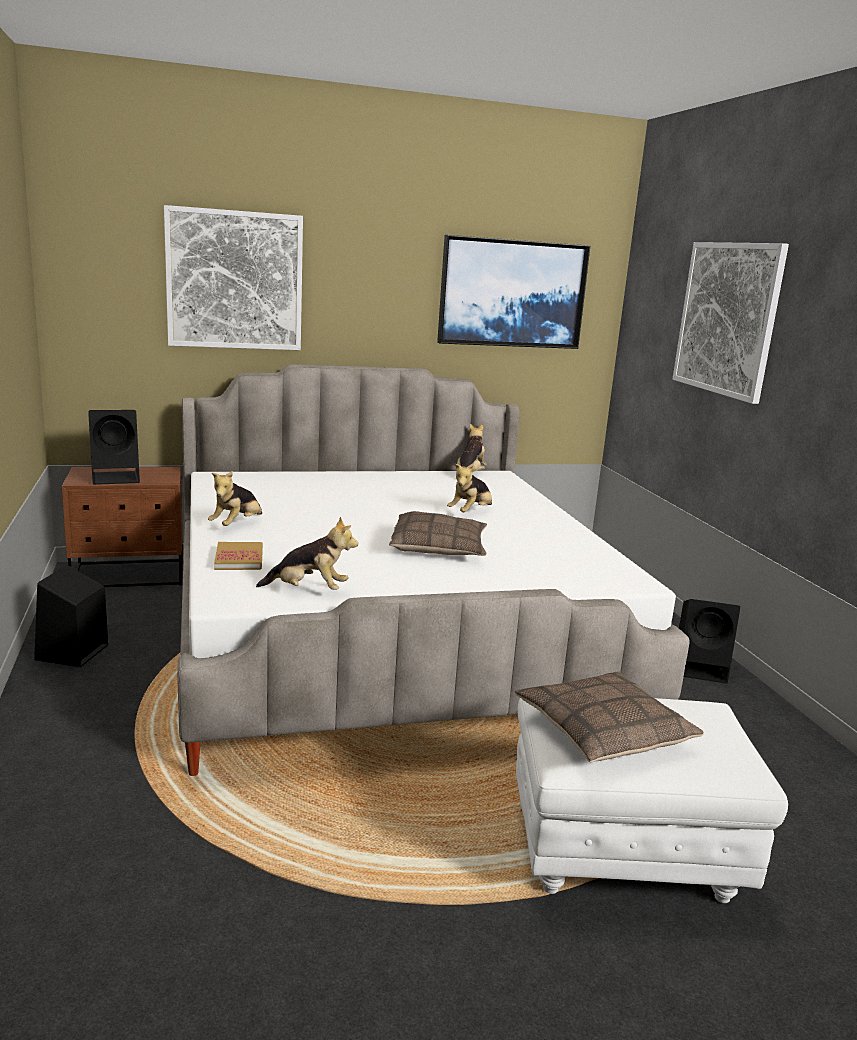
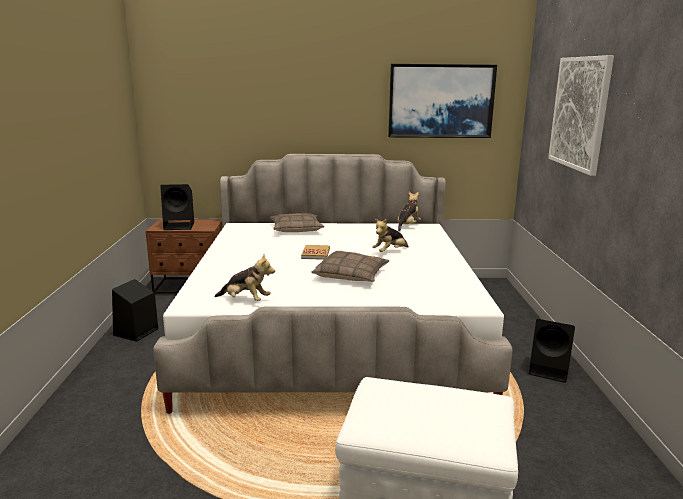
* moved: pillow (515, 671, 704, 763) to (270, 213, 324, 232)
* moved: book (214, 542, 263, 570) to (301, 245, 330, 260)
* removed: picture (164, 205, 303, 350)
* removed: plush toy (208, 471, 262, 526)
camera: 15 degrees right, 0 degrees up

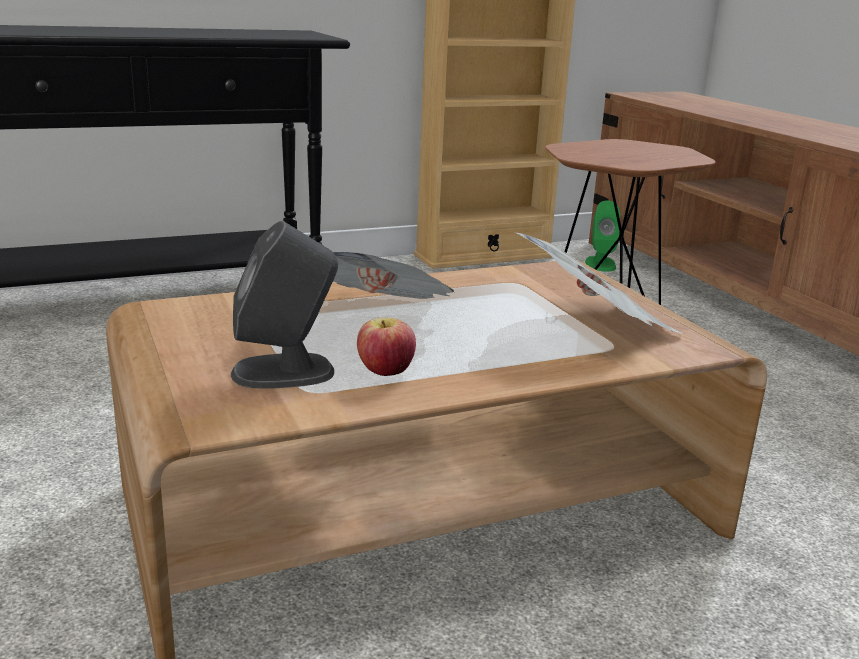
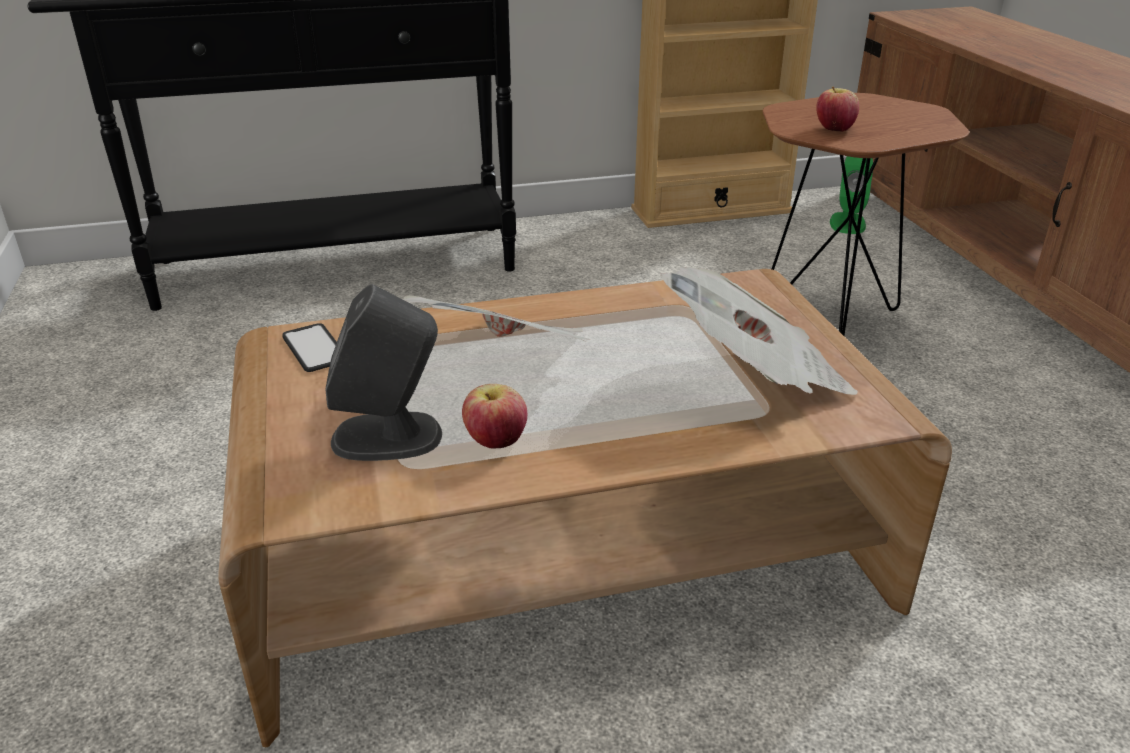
* added: phone (282, 323, 337, 372)
* added: apple (816, 87, 859, 132)
camera: 10 degrees right, 10 degrees up

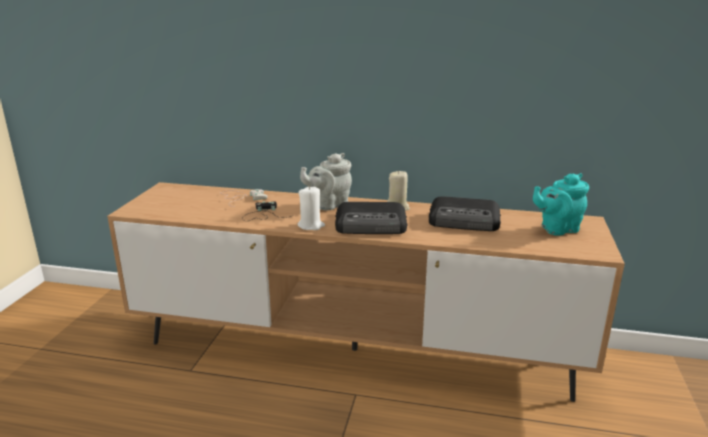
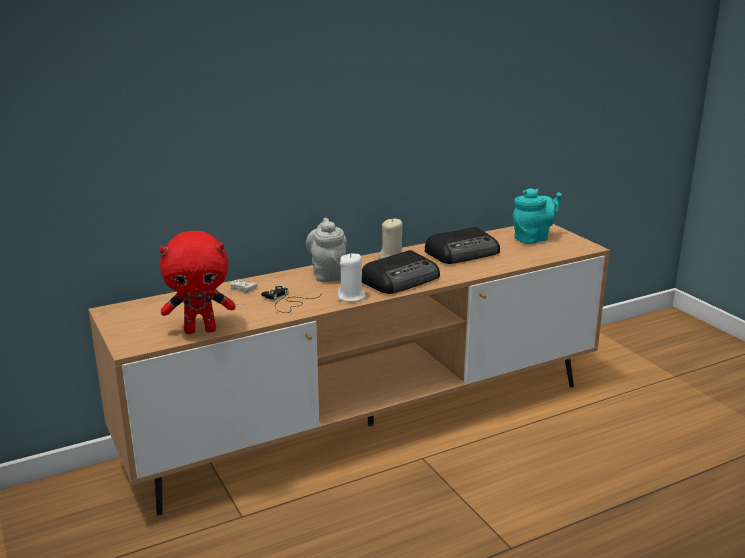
* added: red plush toy (160, 231, 236, 334)
* turned: grey teapot (300, 153, 352, 210) = (306, 218, 347, 282) 150 degrees clockwise
* turned: turquoise teapot (533, 173, 589, 236) = (513, 188, 562, 244) 150 degrees counterclockwise
camera: 40 degrees left, 0 degrees up

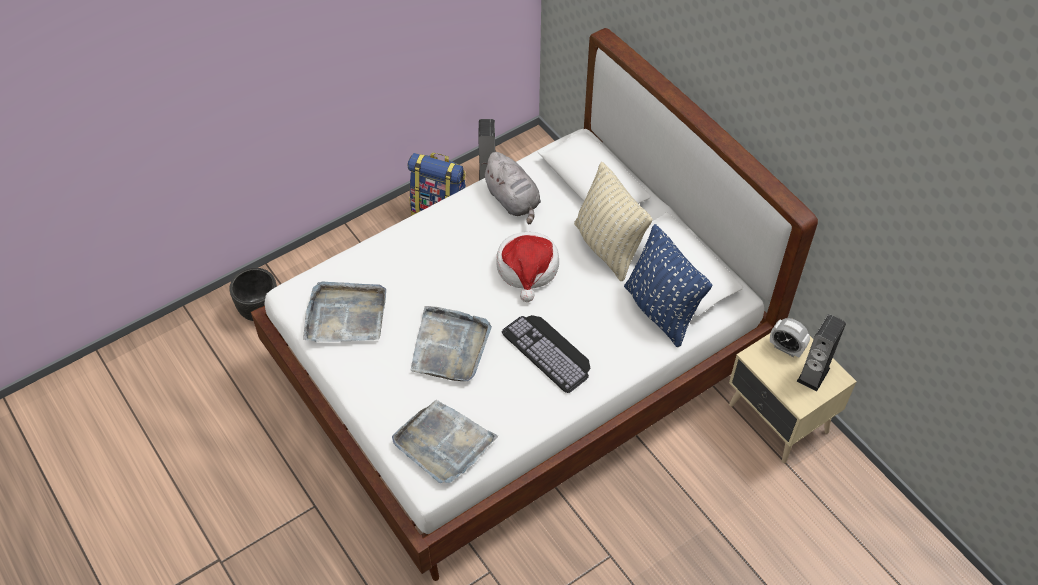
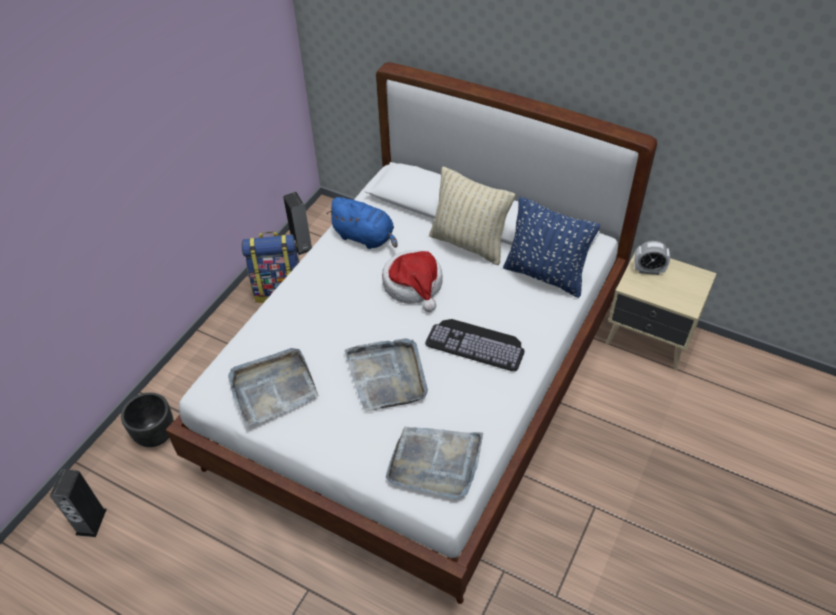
* moved: speaker (797, 314, 846, 392) to (50, 469, 107, 537)
* recoloured: grey plush toy (481, 152, 541, 224) to blue plush toy (327, 197, 397, 249)
camera: 25 degrees left, 5 degrees down

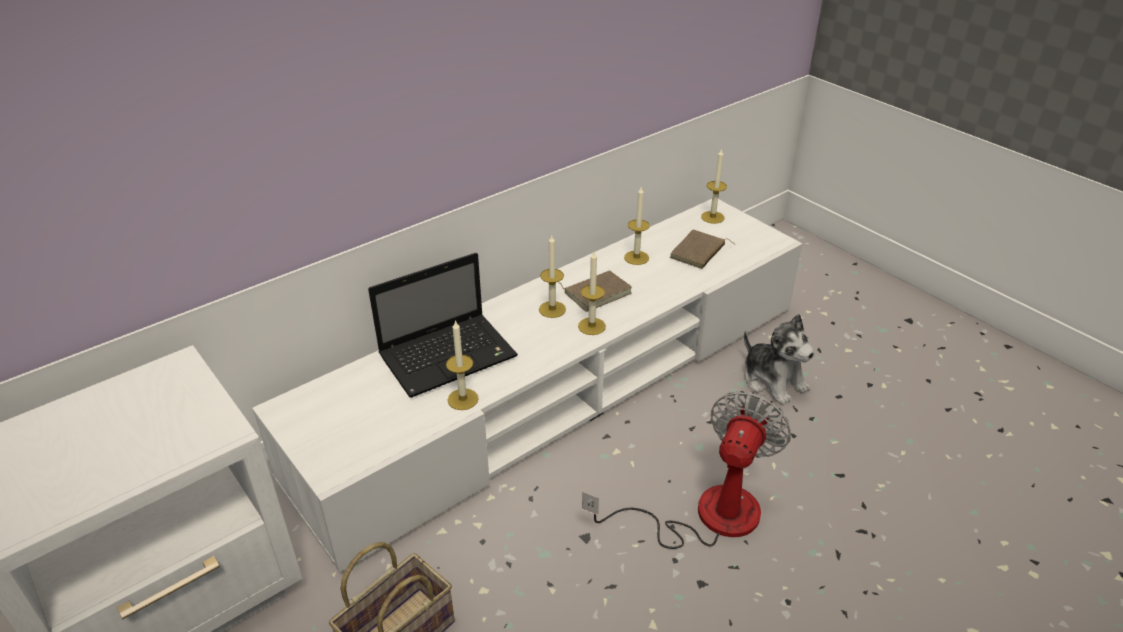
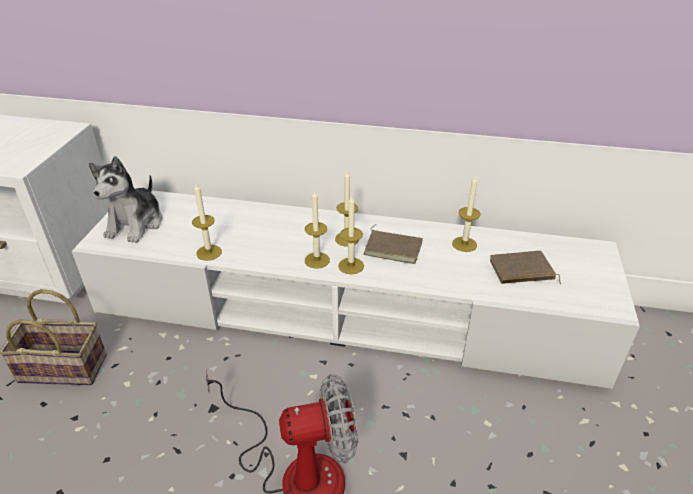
* moved: plush toy (744, 314, 815, 405) to (89, 156, 162, 243)
* moved: candle (701, 148, 727, 224) to (305, 190, 330, 269)
* removed: laptop (368, 253, 518, 398)
camera: 50 degrees right, 0 degrees up

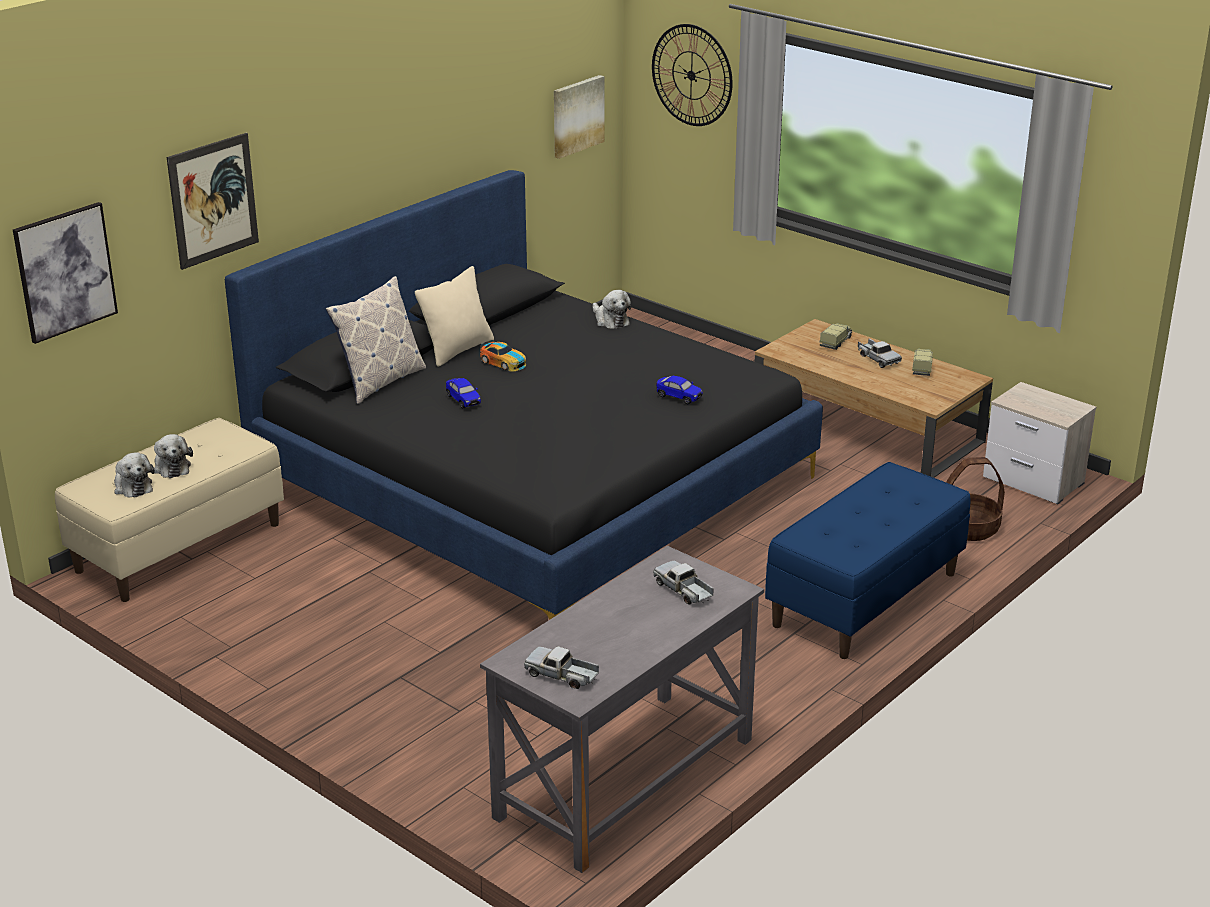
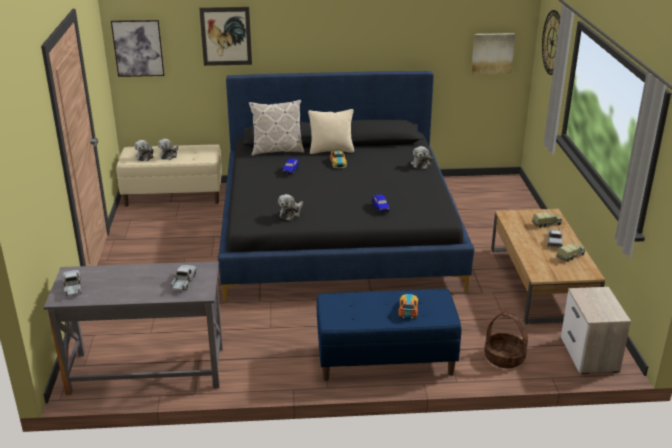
* added: plush toy (278, 194, 303, 221)
* added: toy car (398, 294, 419, 319)
camera: 45 degrees right, 0 degrees up

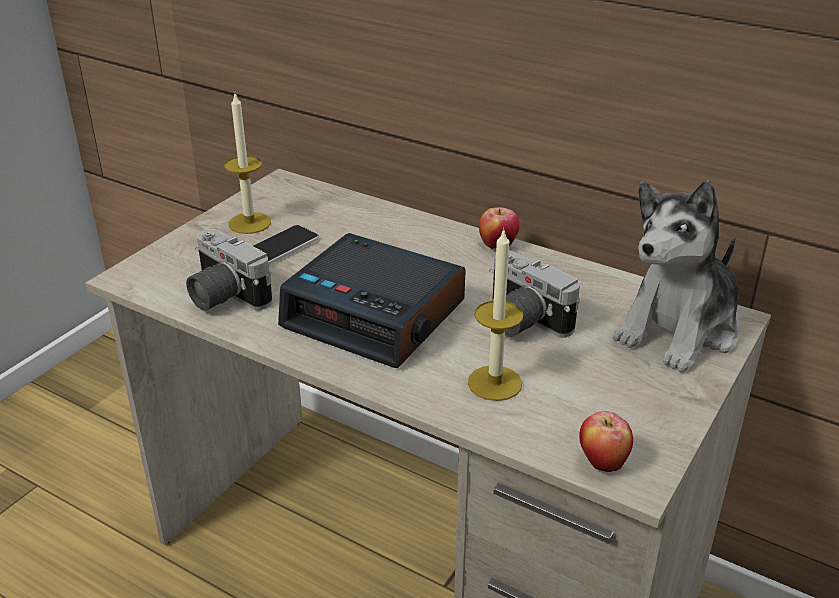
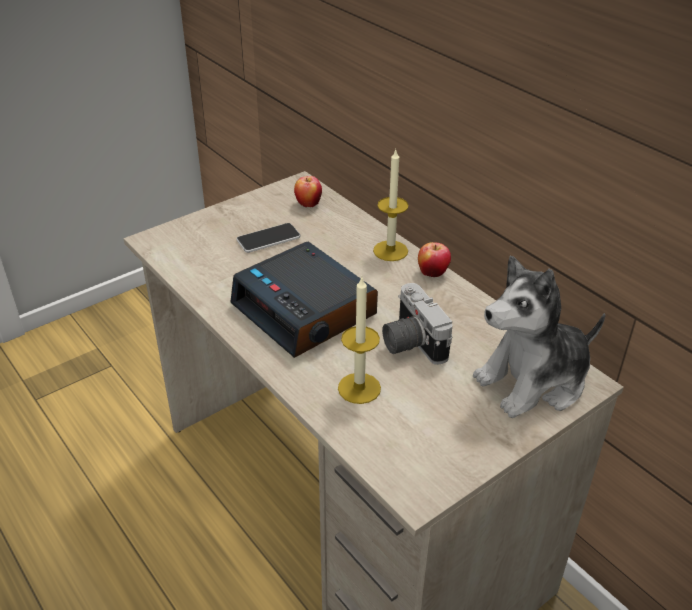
* moved: apple (579, 411, 633, 472) to (294, 176, 322, 207)
* moved: candle (224, 94, 271, 234) to (373, 150, 409, 261)
* removed: photo camera (186, 229, 273, 311)
camera: 20 degrees right, 5 degrees up

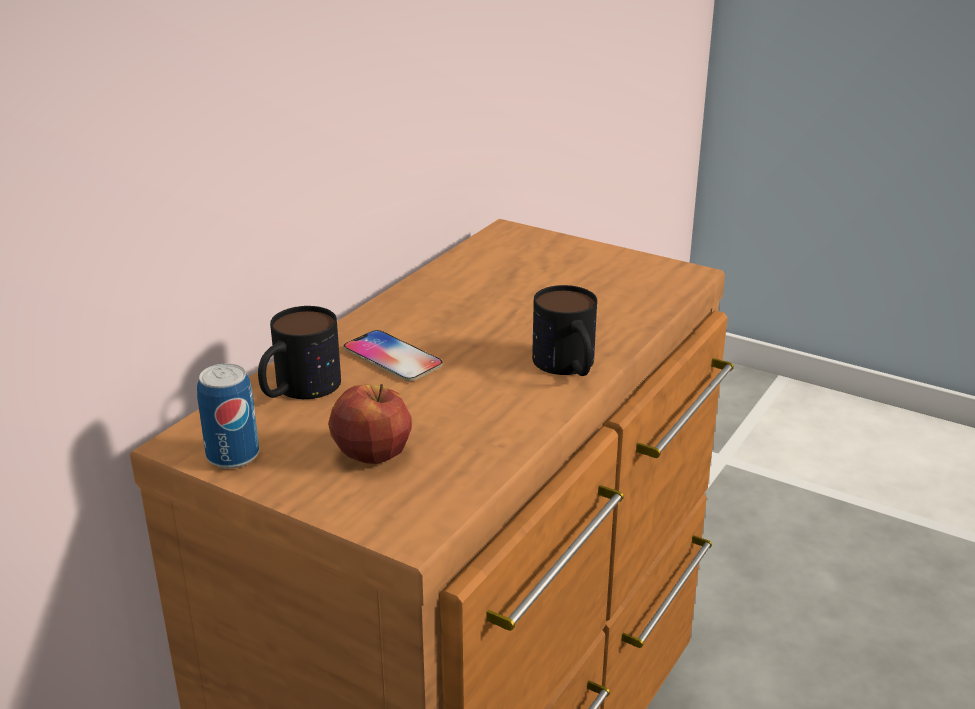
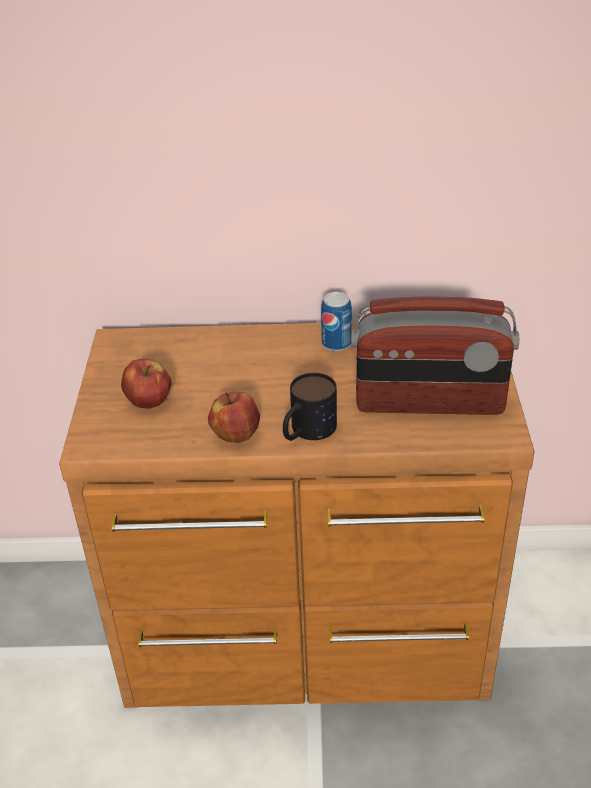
* added: apple (208, 392, 260, 443)
* moved: can (197, 363, 259, 469) to (321, 292, 352, 351)
* added: radio (351, 296, 519, 415)
* removed: mug (258, 306, 341, 399)
* removed: phone (344, 330, 443, 381)
camera: 60 degrees right, 10 degrees up

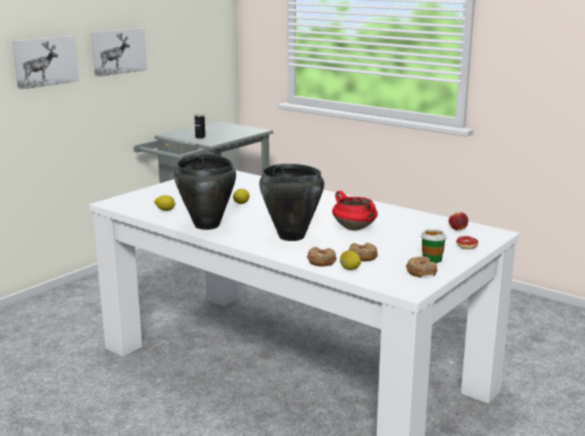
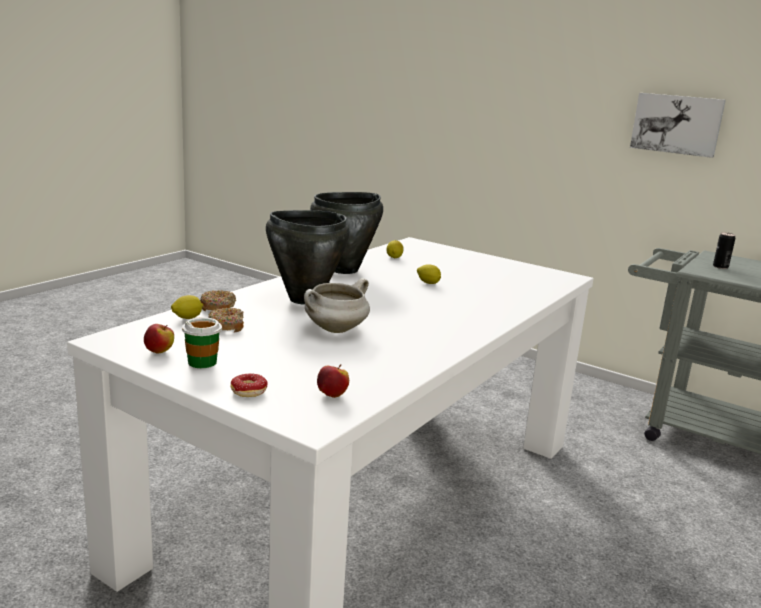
* replaced: donut (406, 256, 437, 277) to apple (144, 324, 174, 354)
* recoloured: red cooking pot (332, 191, 378, 231) to white cooking pot (304, 278, 370, 333)
* removed: picture (12, 36, 79, 90)
camera: 85 degrees right, 0 degrees up

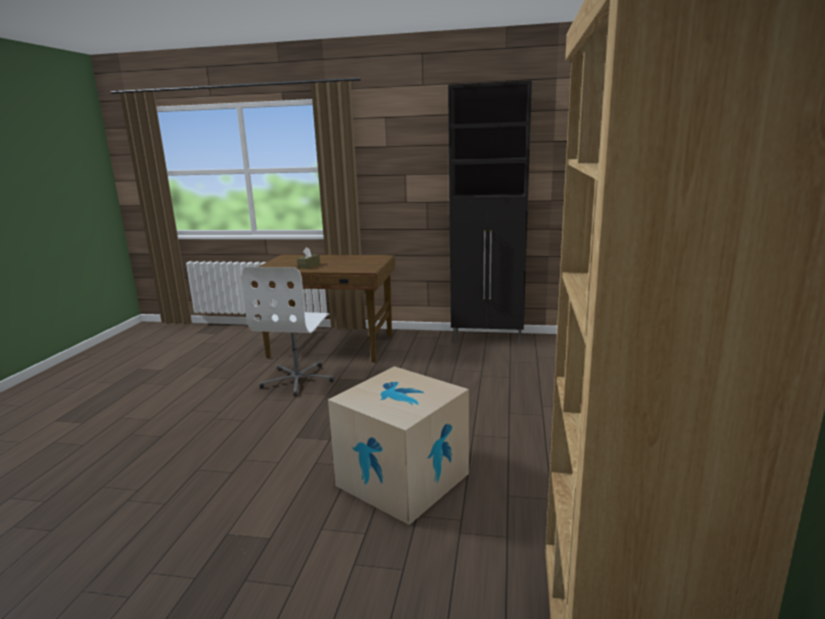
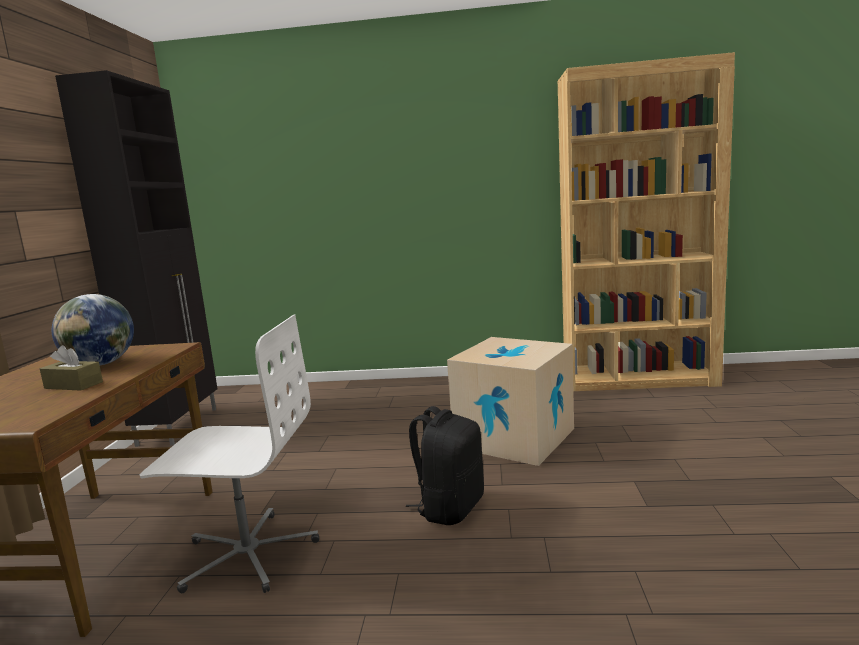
* added: globe (52, 294, 134, 365)
* added: black backpack (406, 406, 484, 525)
camera: 95 degrees left, 5 degrees down

